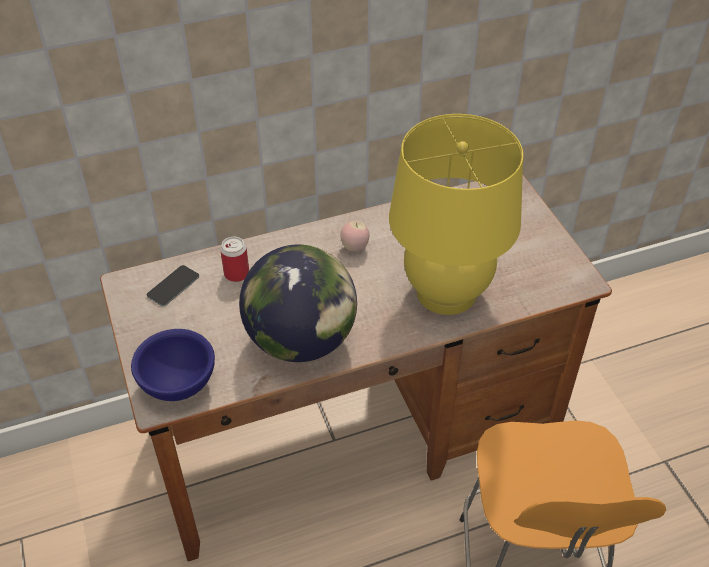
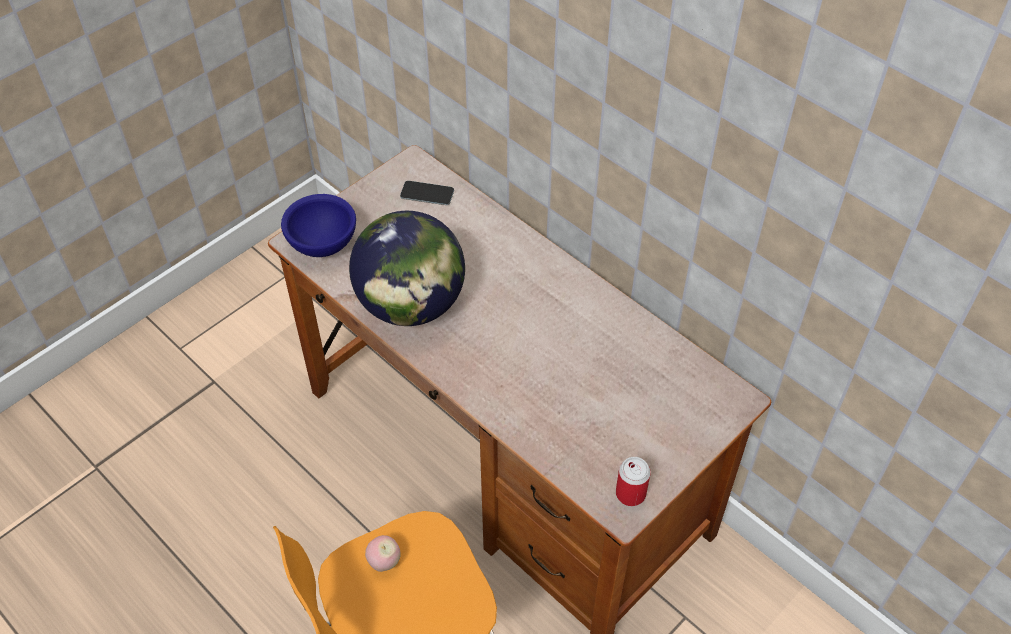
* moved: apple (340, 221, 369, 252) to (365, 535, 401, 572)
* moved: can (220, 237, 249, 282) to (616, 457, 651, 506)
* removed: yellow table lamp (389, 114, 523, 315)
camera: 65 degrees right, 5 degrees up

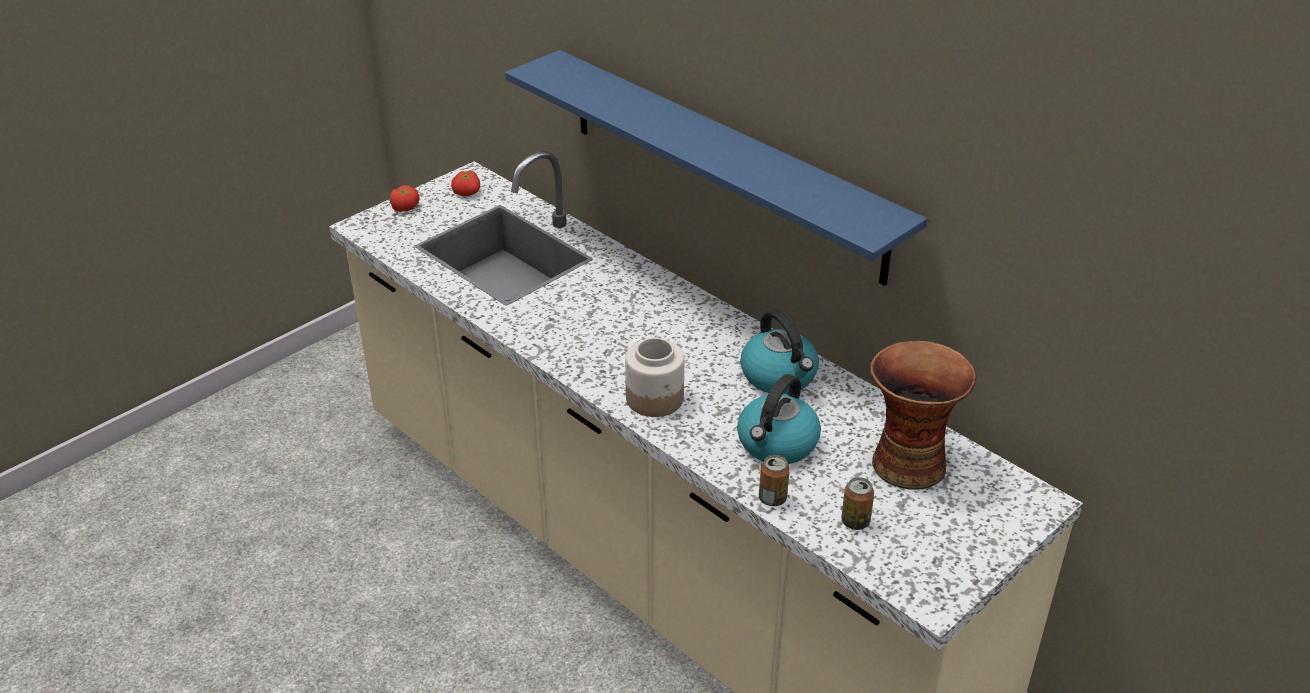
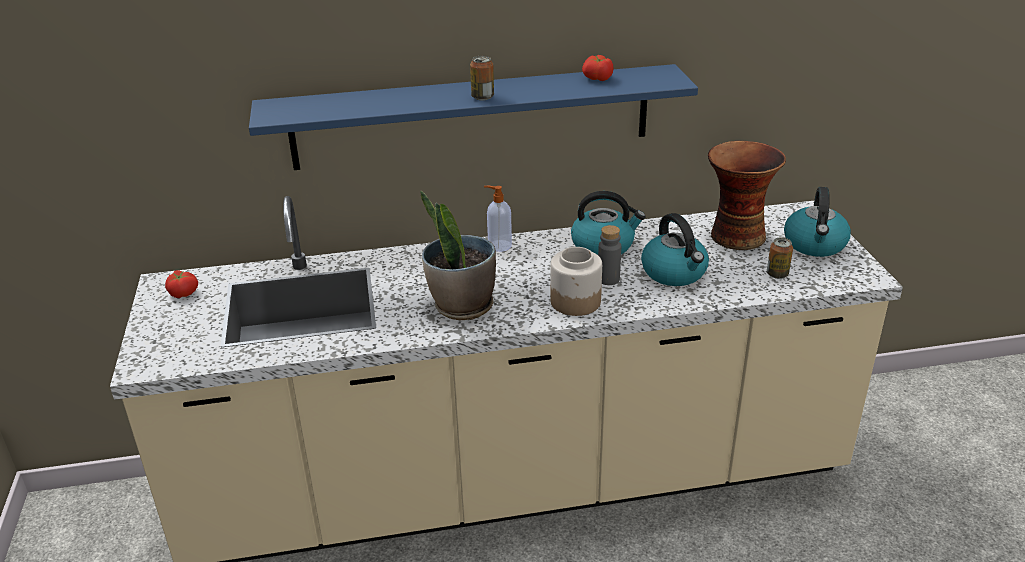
* added: potted plant (420, 191, 496, 320)
* moved: can (759, 455, 790, 506) to (470, 56, 494, 100)
* added: soap dispenser (484, 186, 512, 252)
* moved: tomato (390, 185, 419, 212) to (582, 55, 613, 81)
* added: grey bottle (598, 225, 621, 285)
* added: kettle (784, 187, 851, 257)
camera: 55 degrees left, 5 degrees down

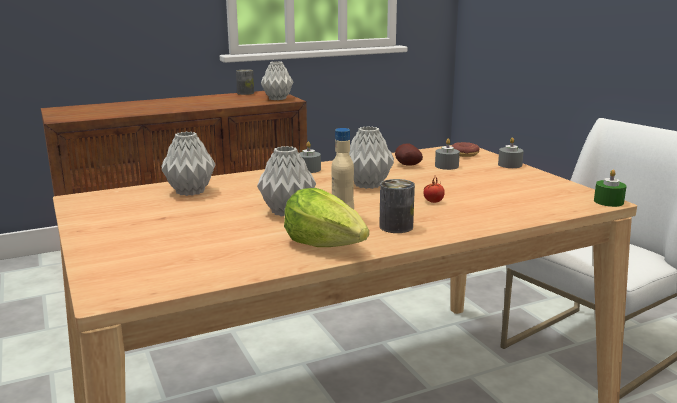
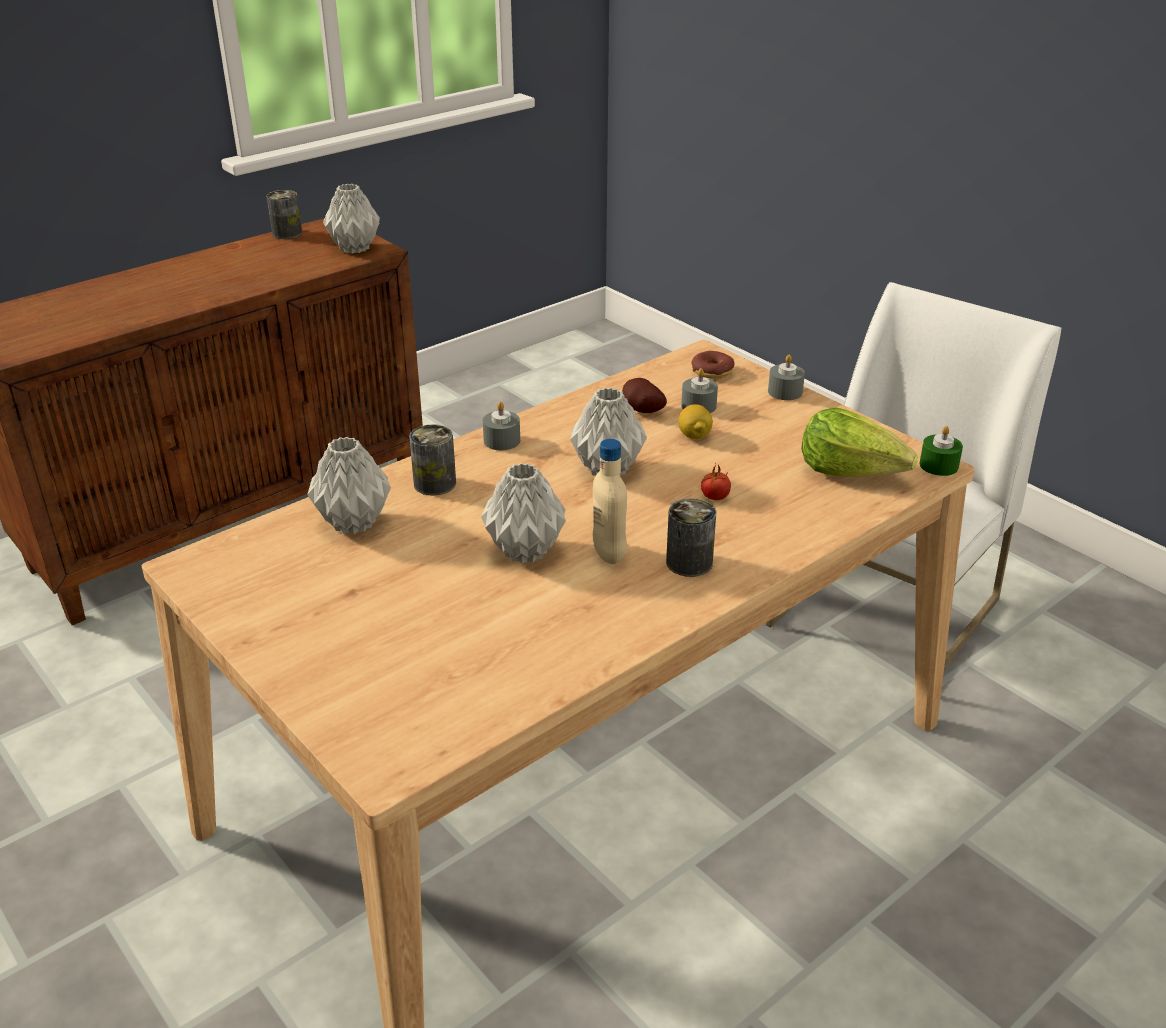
* added: can (409, 424, 456, 495)
* added: lemon (678, 404, 713, 439)
* moved: lettuce (284, 188, 369, 247) to (801, 407, 918, 477)
camera: 15 degrees left, 15 degrees up

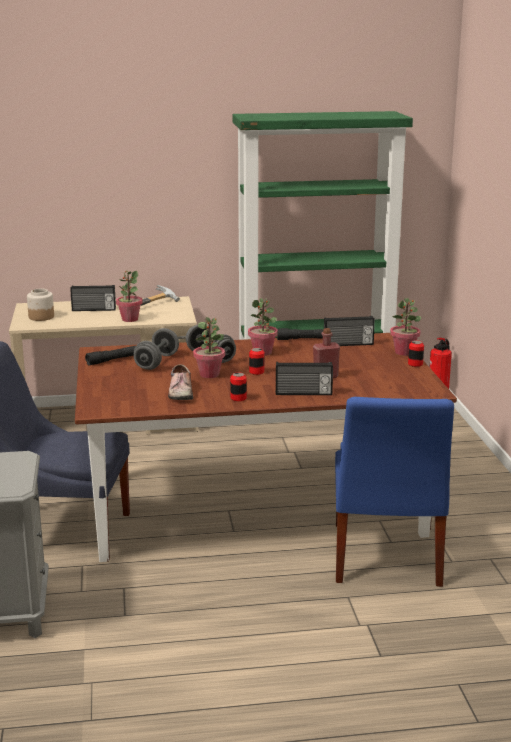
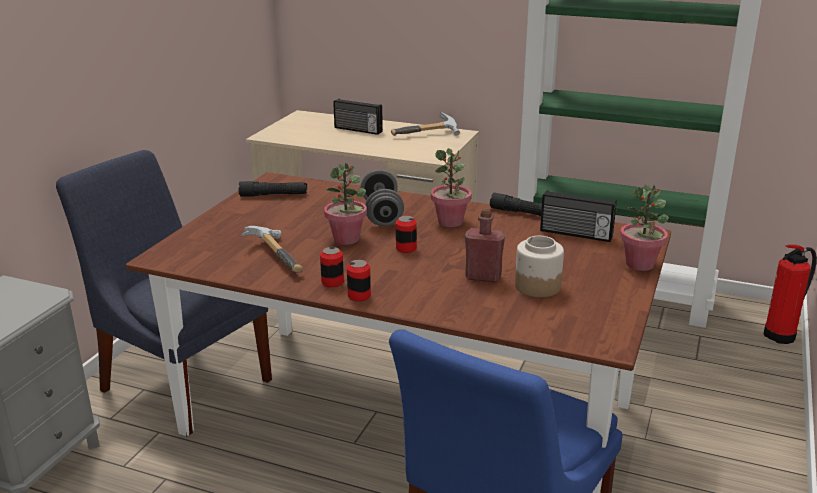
* replaced: shoe (168, 364, 193, 400) to hammer (241, 226, 303, 272)
* moved: can (408, 340, 424, 367) to (347, 260, 371, 301)
* moved: jar (27, 289, 54, 321) to (515, 236, 564, 297)
* removed: potted plant (116, 270, 143, 322)
* removed: grey dumbbell (134, 328, 179, 370)
* removed: radio (276, 362, 333, 395)
camera: 30 degrees right, 5 degrees up

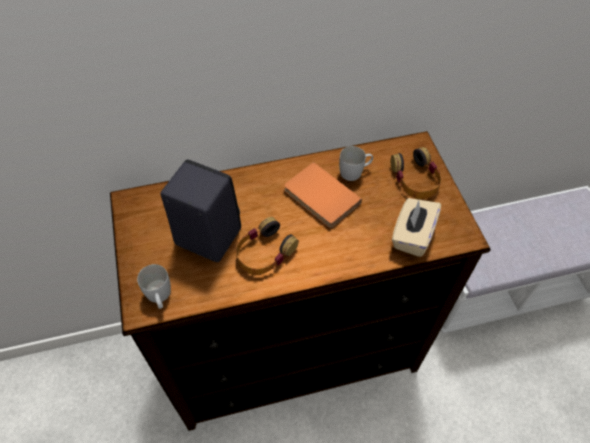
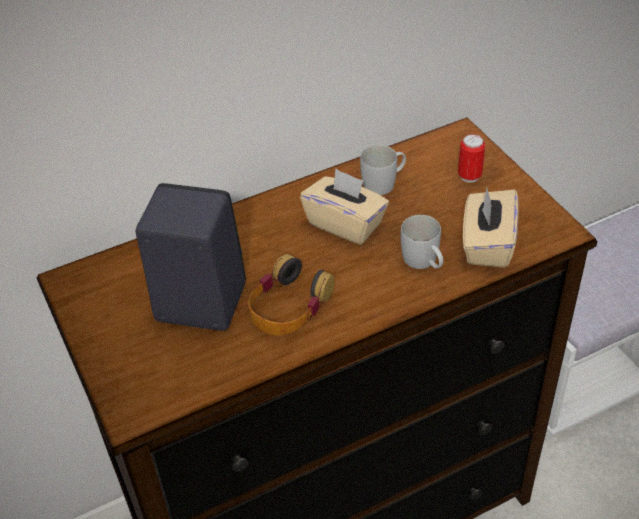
* replaced: orange book (284, 162, 362, 228) to beige tissue box (300, 168, 389, 245)
* moved: white mug (137, 264, 171, 309) to (401, 215, 443, 269)
* replaced: headphones (391, 147, 441, 199) to can (458, 134, 485, 183)
camera: 10 degrees left, 10 degrees down

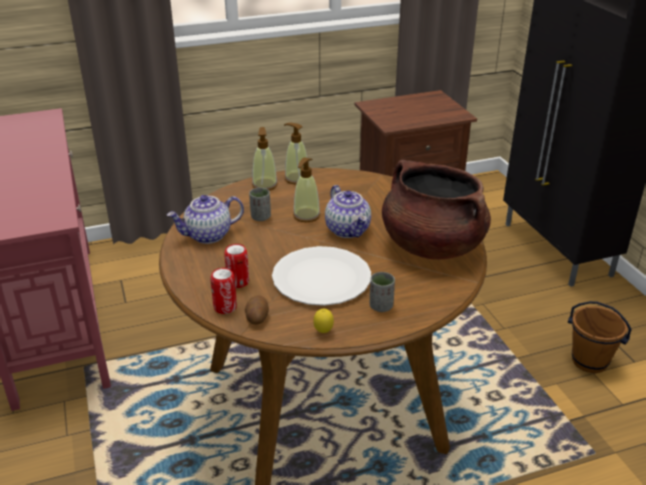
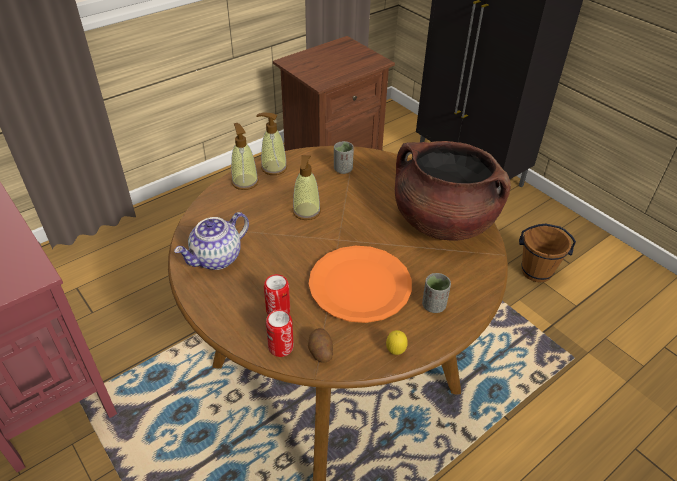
* recoloured: white plate (272, 246, 371, 306) to orange plate (309, 246, 412, 323)
* moved: grey cup (249, 188, 271, 221) to (334, 141, 354, 174)
* removed: teapot (325, 185, 371, 238)
camera: 20 degrees left, 10 degrees up

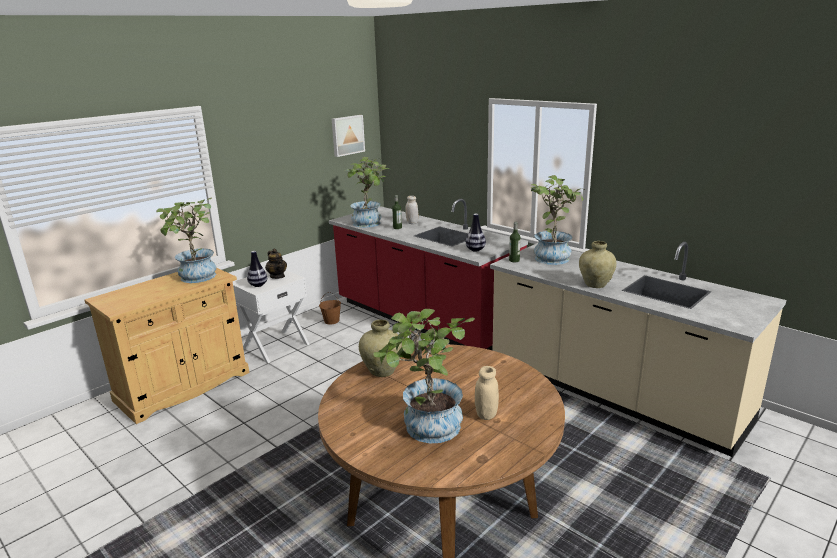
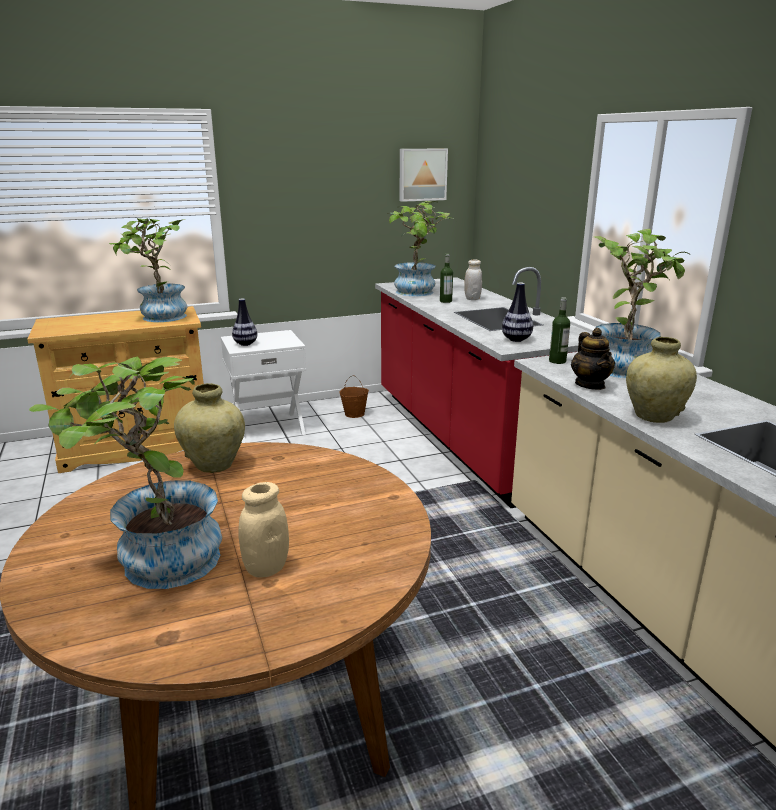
* moved: teapot (265, 249, 287, 279) to (571, 328, 615, 390)
camera: 25 degrees right, 0 degrees up

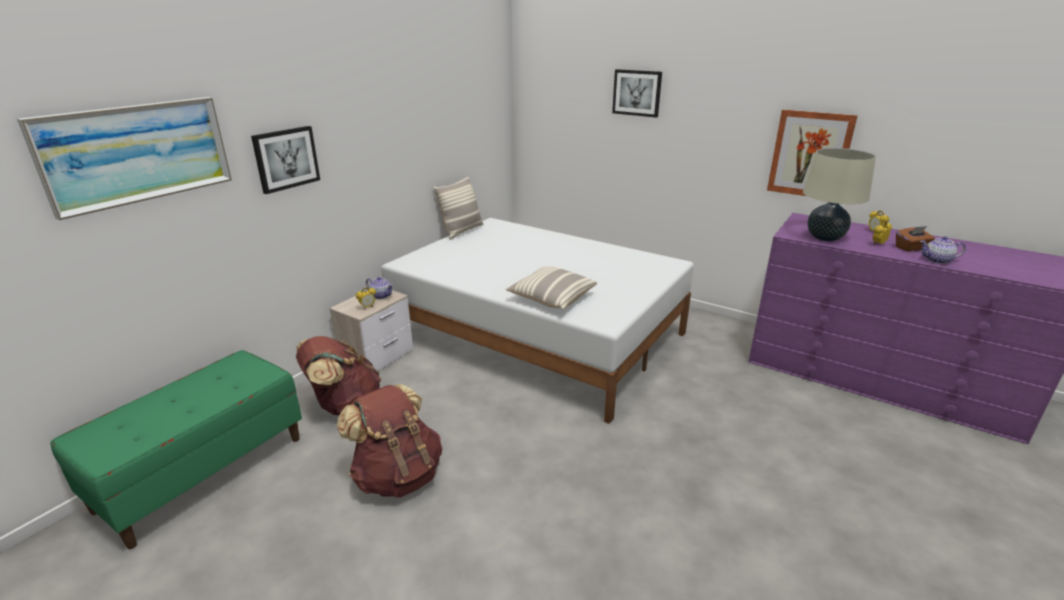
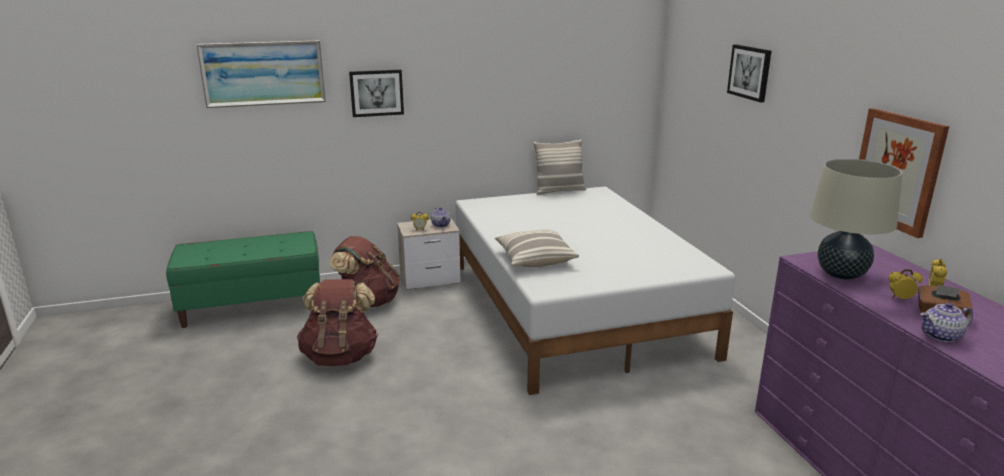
* turned: teapot (920, 236, 966, 264) = (920, 303, 973, 342) 60 degrees counterclockwise
camera: 40 degrees right, 5 degrees down

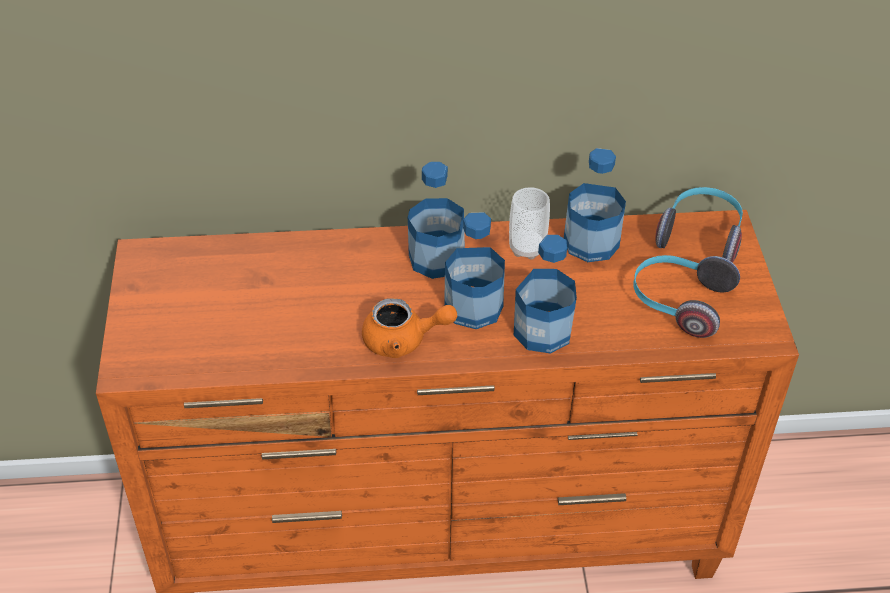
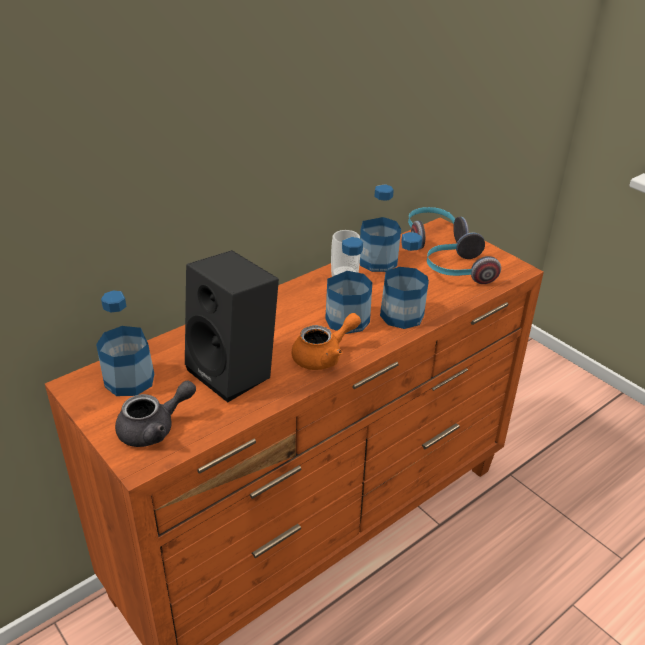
* moved: bottle (408, 162, 465, 279) to (96, 291, 154, 396)
* added: grey teapot (115, 380, 196, 447)
* added: black speaker (185, 250, 279, 402)
camera: 35 degrees left, 10 degrees down

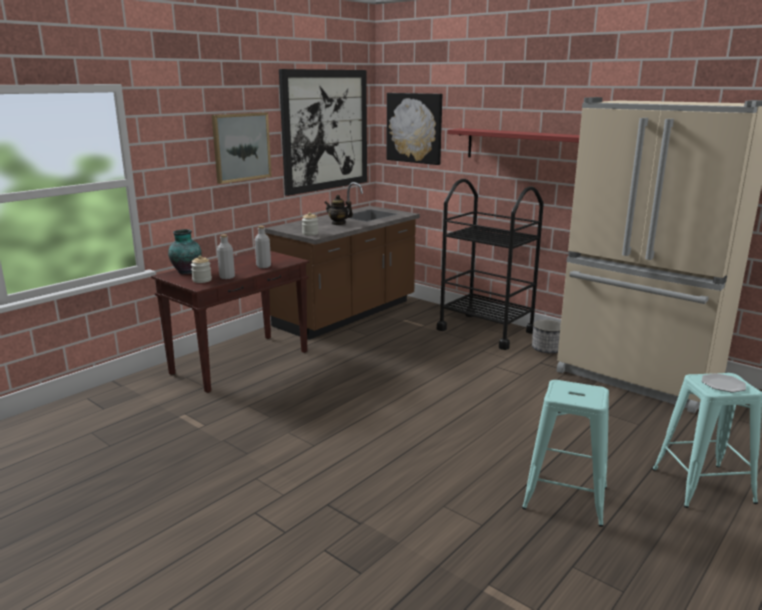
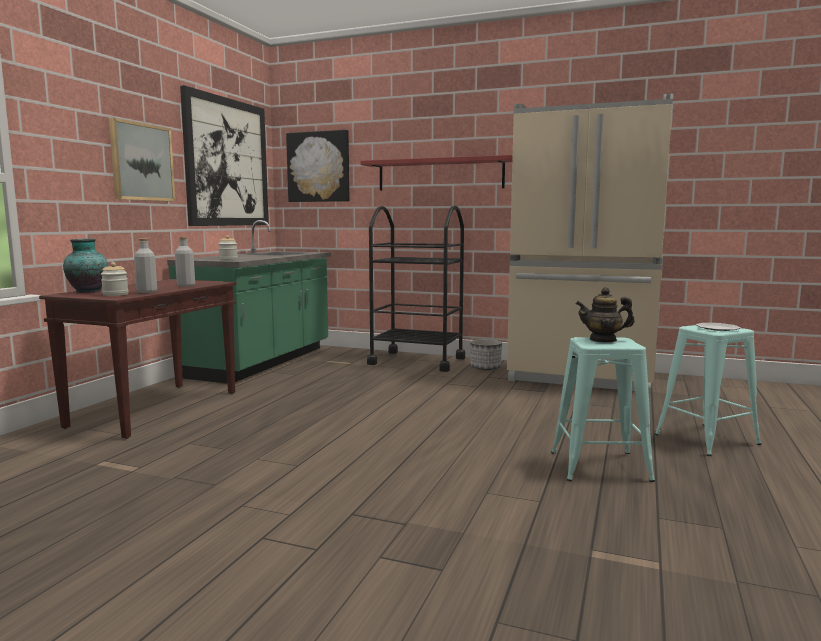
* recoloured: brown counter (265, 182, 420, 340) to green counter (167, 220, 331, 383)
* moved: teapot (324, 195, 353, 225) to (576, 287, 635, 343)
camera: 20 degrees left, 10 degrees down

